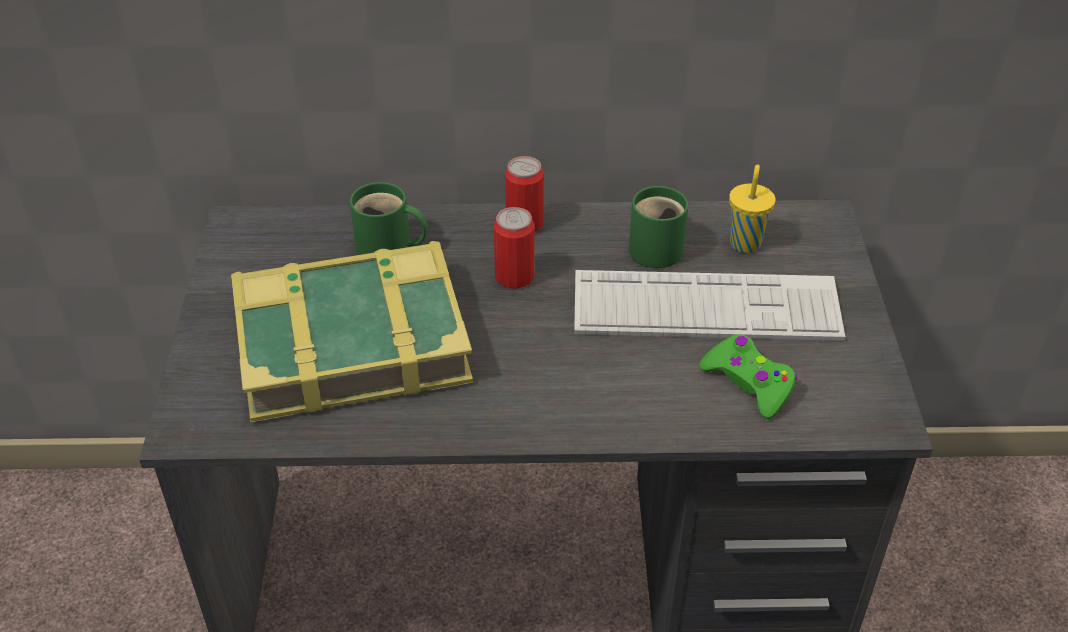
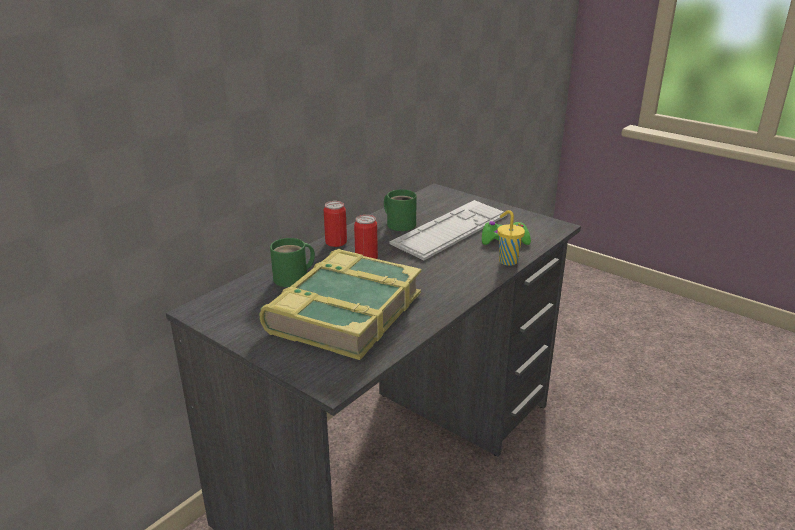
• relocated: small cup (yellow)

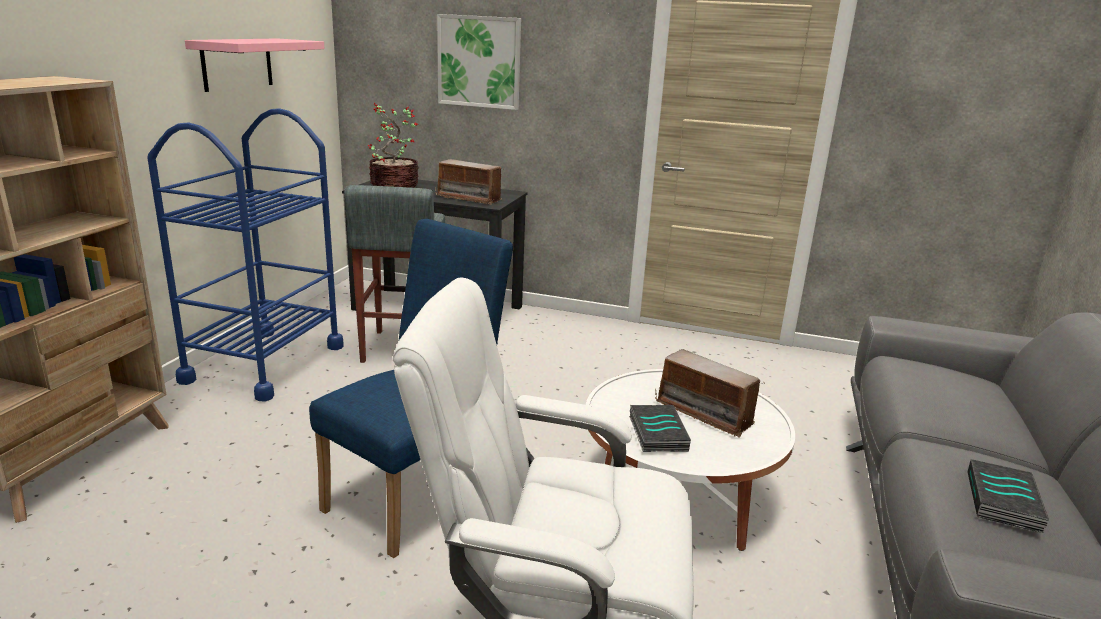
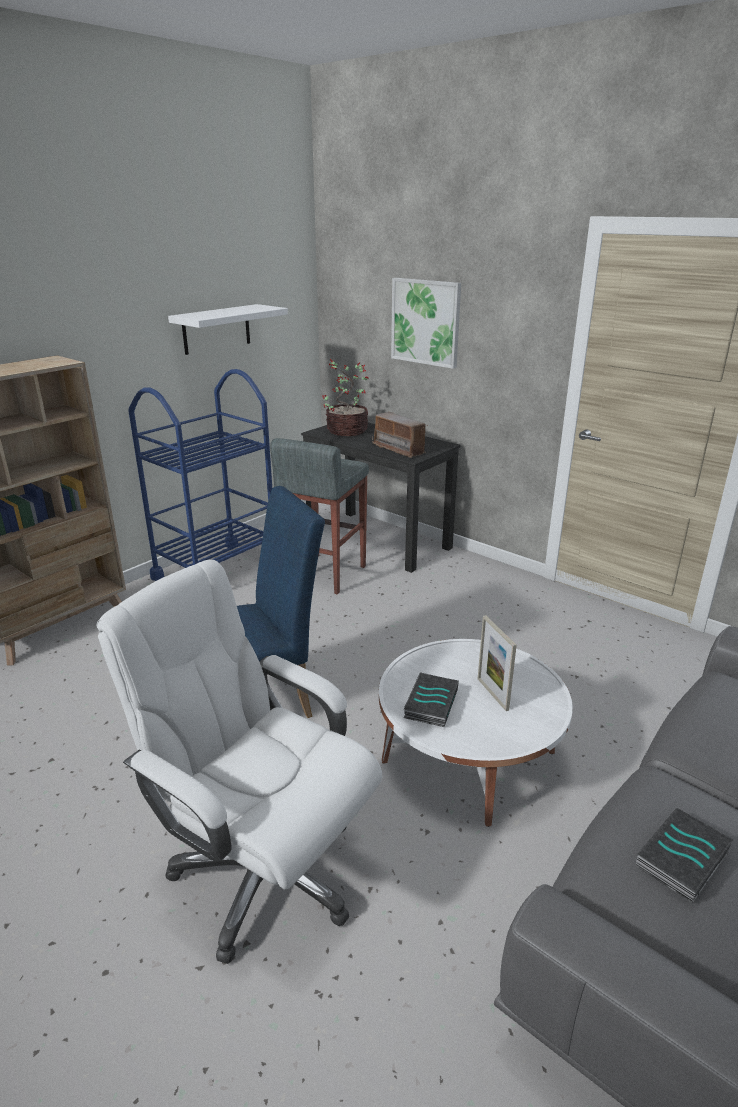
• colour: wall shelf (pink) to wall shelf (white)
• exchanged: radio set (no. 2 from left) to picture frame

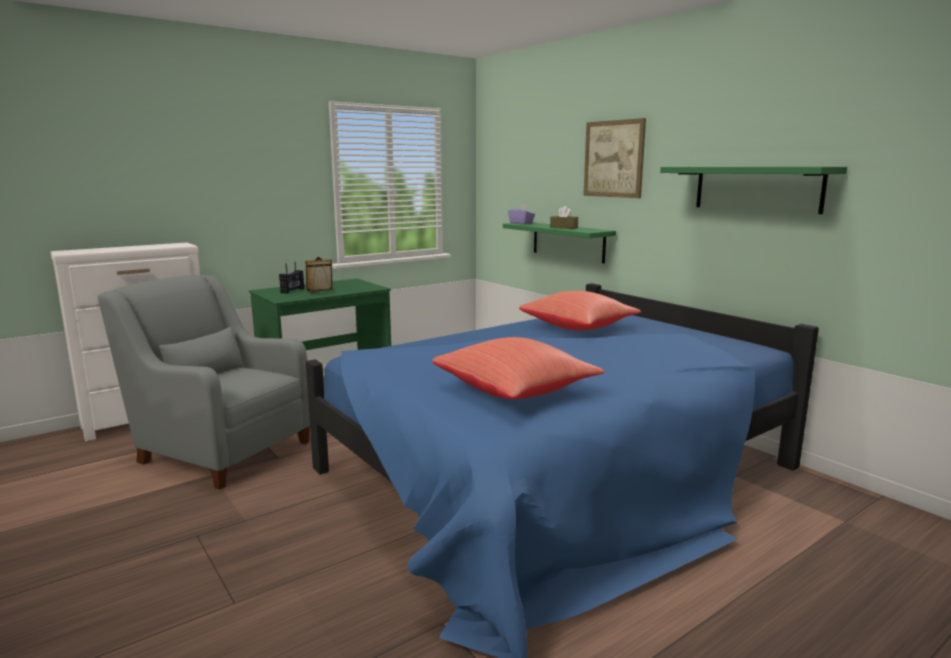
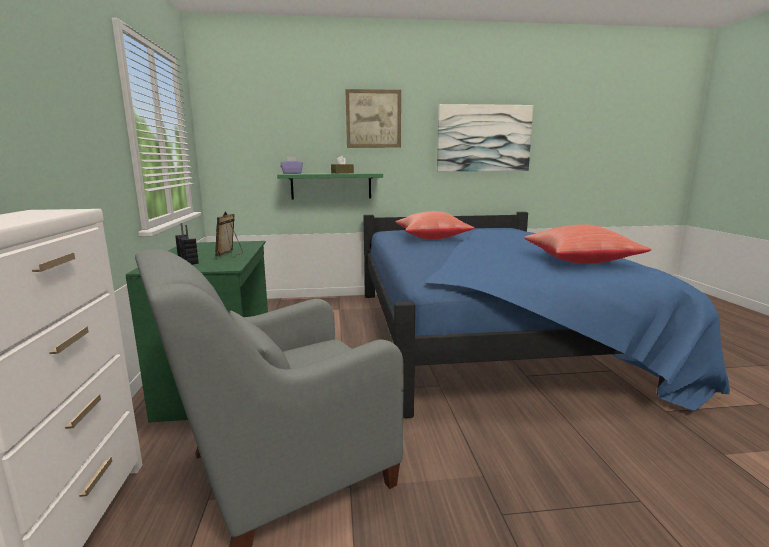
• exchanged: wall shelf (green-coloured) (no. 2 from left) to picture (no. 2 from left)

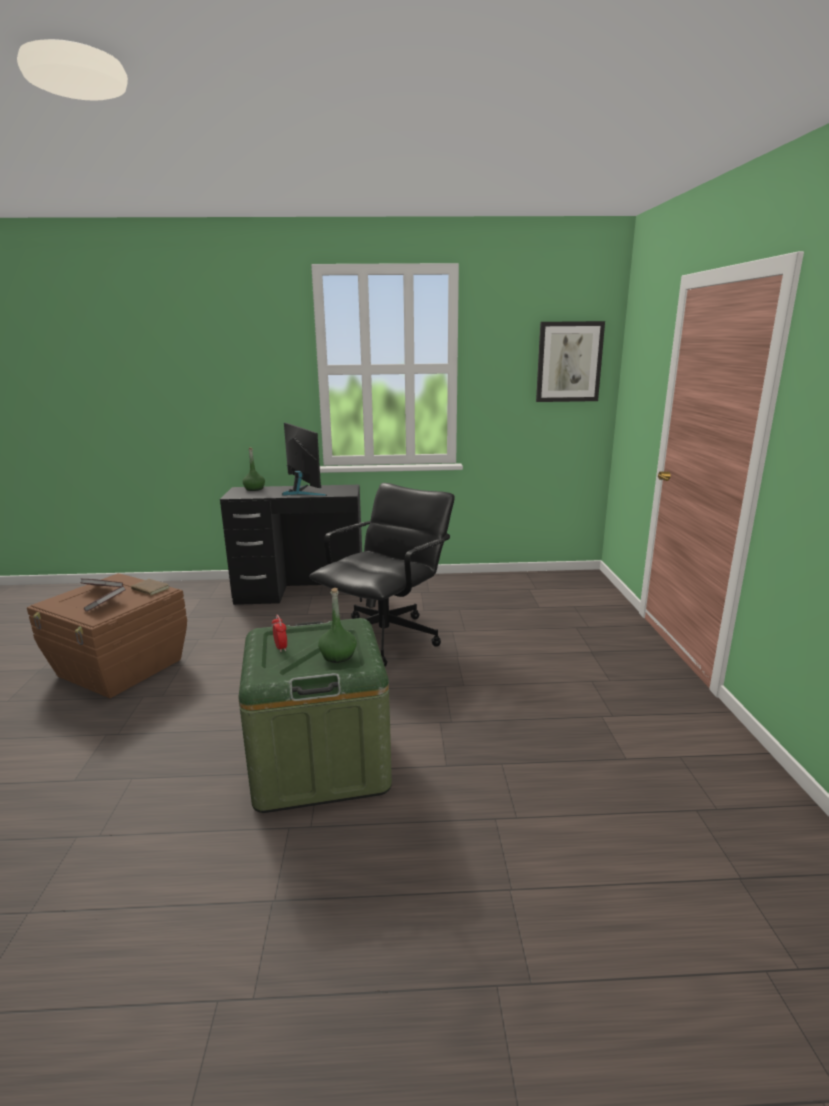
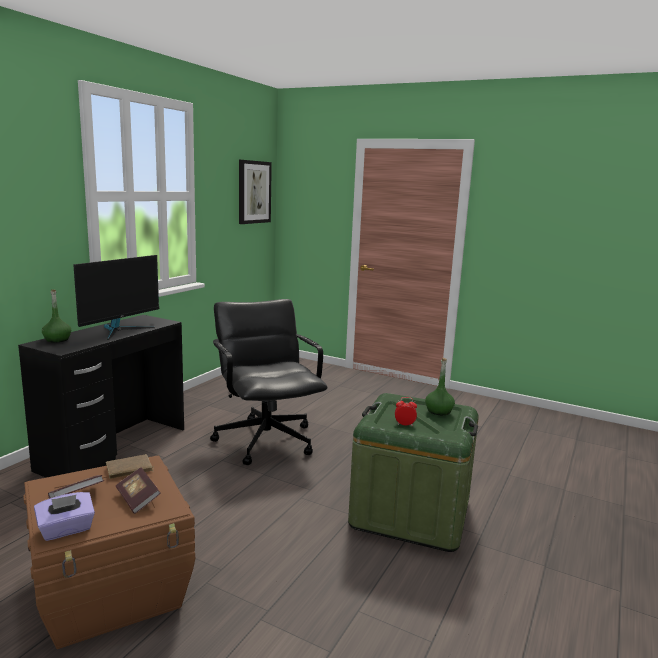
• appeared: tissue box (purple)
• spun: monitor 120 degrees clockwise

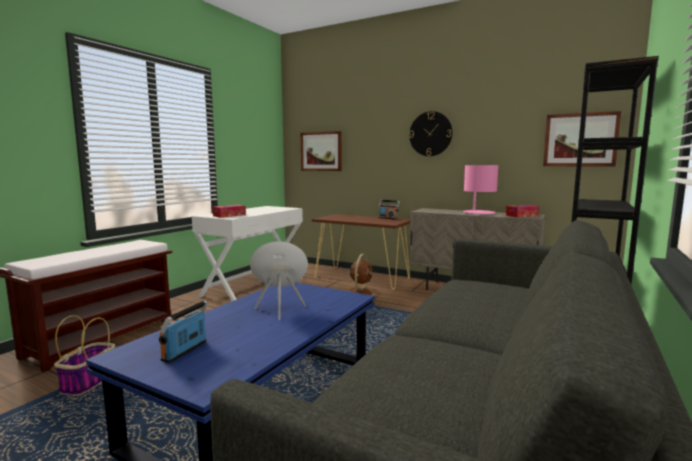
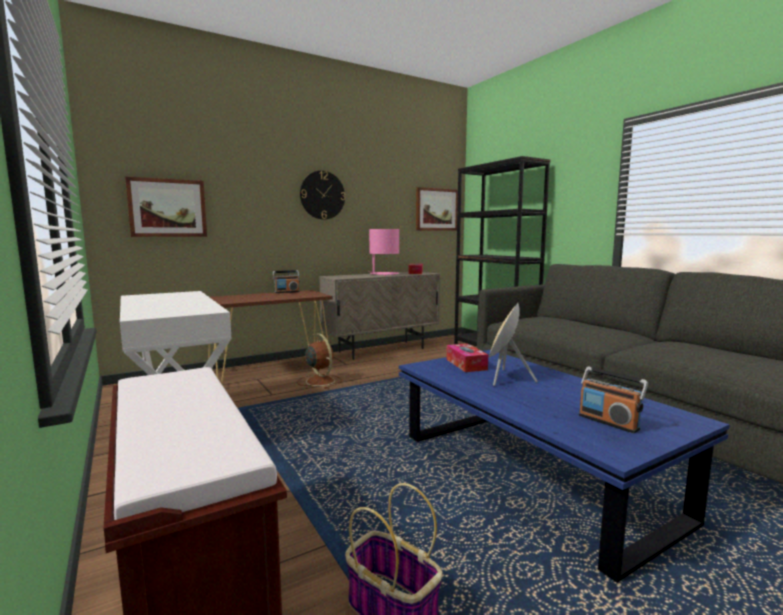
• relocated: tissue box (no. 1 from left in the first image) to tissue box (no. 2 from left)

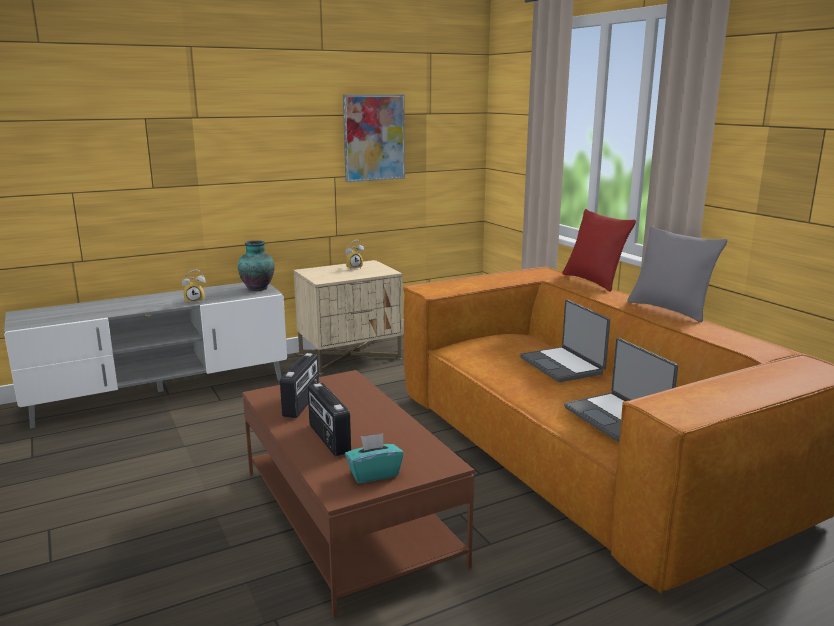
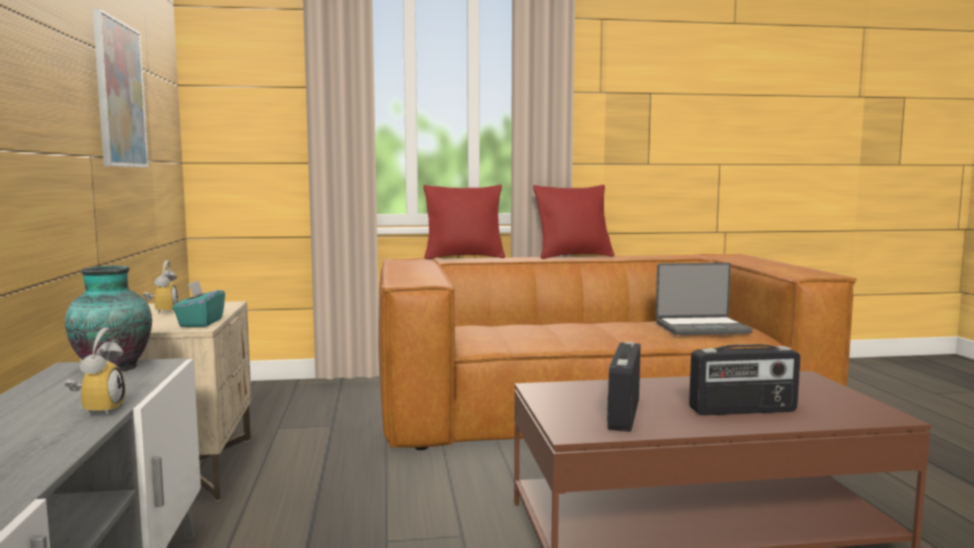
• relocated: tissue box (turquoise-coloured)
• colour: throw pillow (grey) to throw pillow (reddish) (no. 2 from left)
• spun: radio set (no. 1 from left) 105 degrees counterclockwise
• missing: portable computer (no. 1 from left)

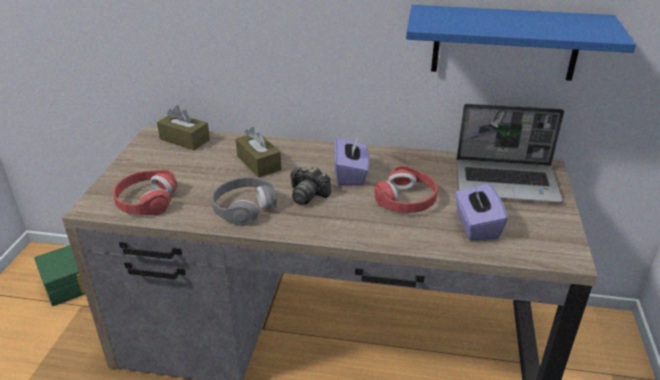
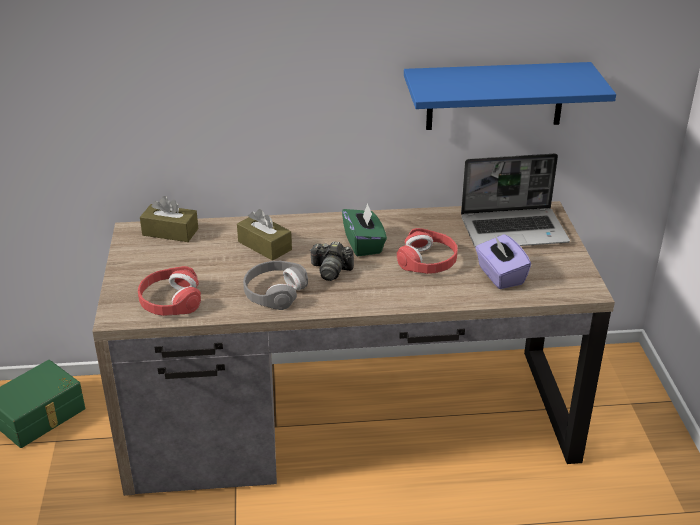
• colour: tissue box (purple) (no. 1 from left) to tissue box (green-coloured)

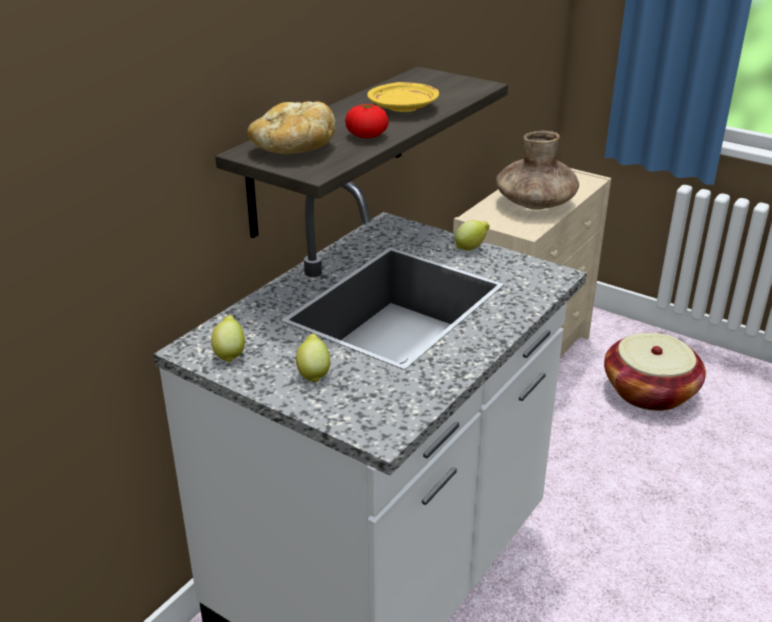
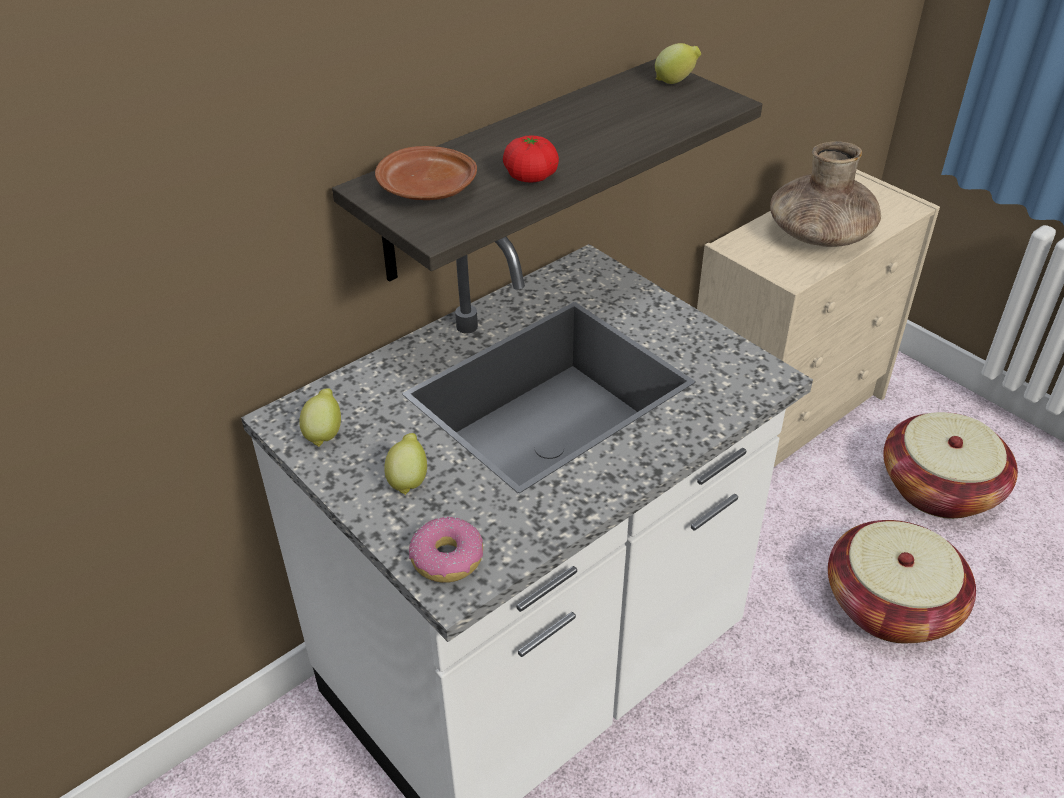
• exchanged: baked bread to flat dish (brownish)
• appeared: doughnut
• relocated: citrus fruit (no. 3 from left)
• appeared: household basket (no. 1 from left)
• missing: flat dish (yellow)

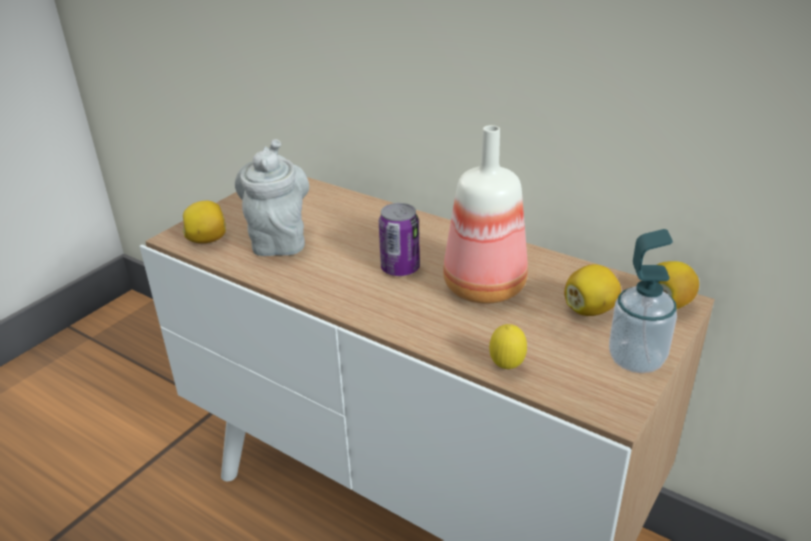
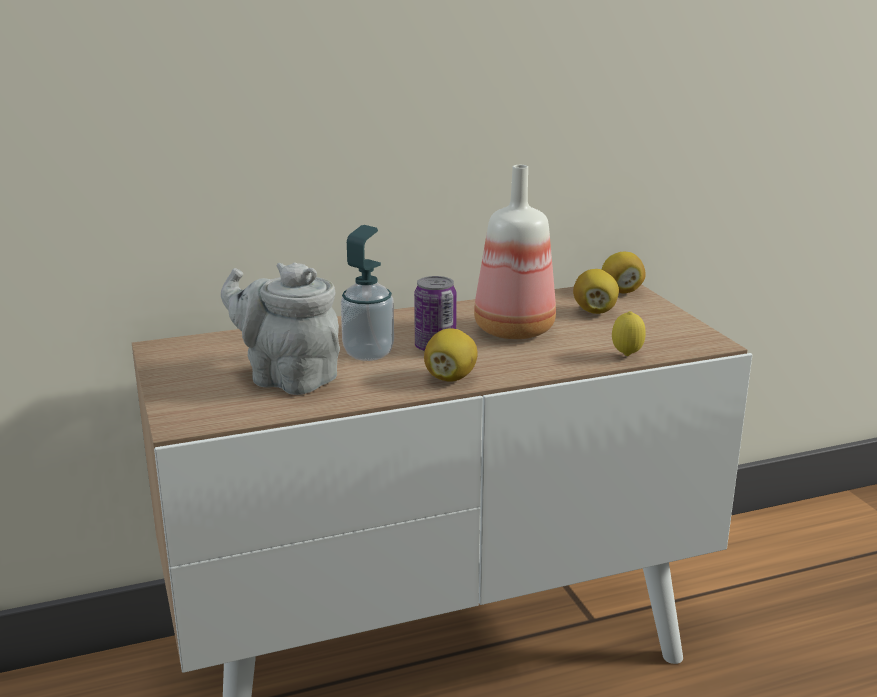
• relocated: soap dispenser
• relocated: citrus fruit (no. 1 from left)

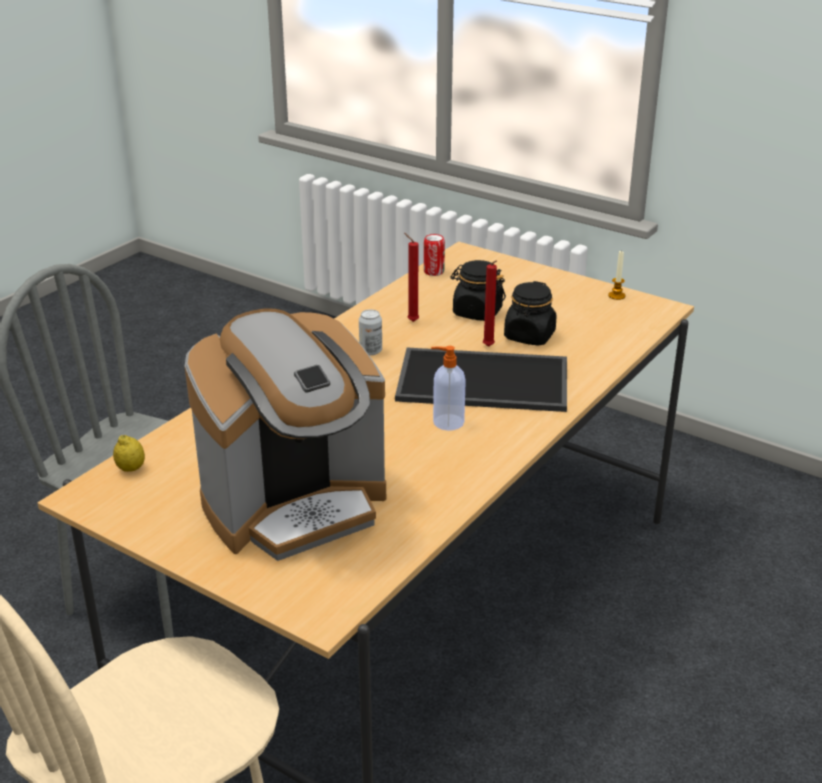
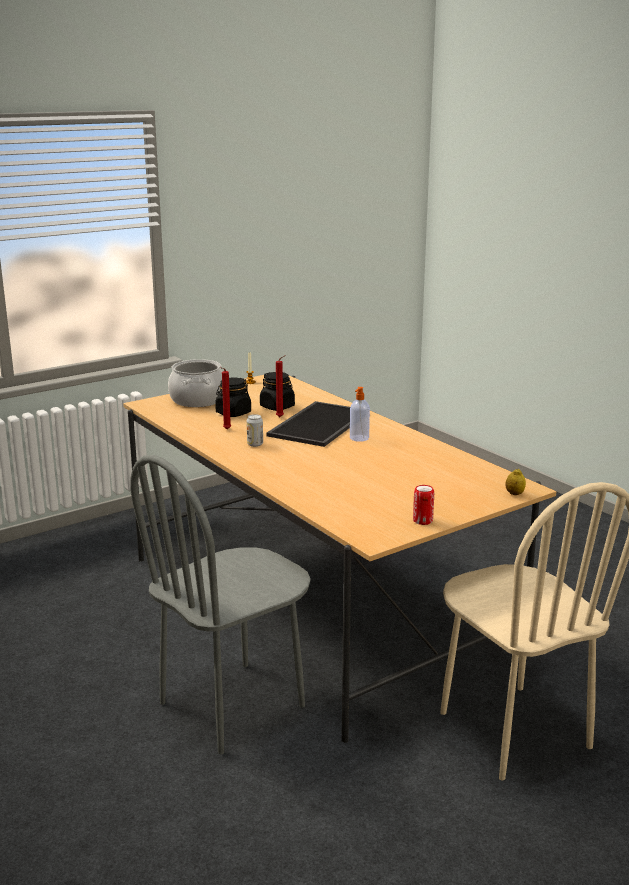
• appeared: saucepot
• relocated: can (no. 2 from left)
• relocated: citrus fruit
• missing: coffee brewer

